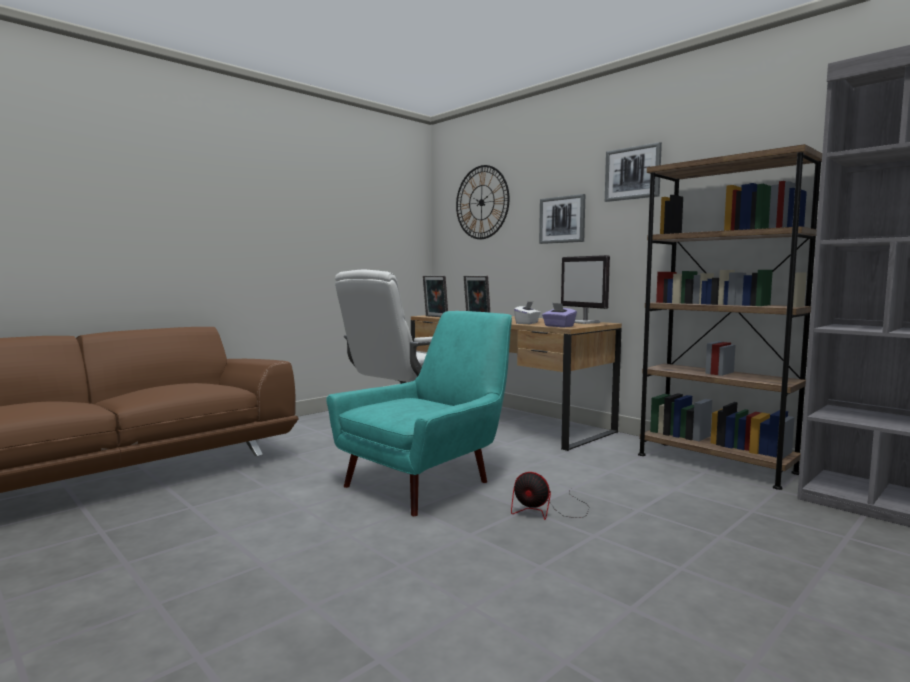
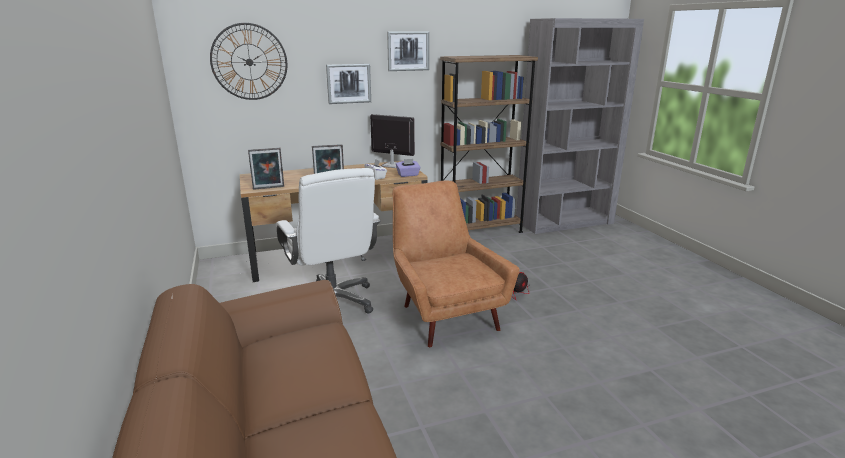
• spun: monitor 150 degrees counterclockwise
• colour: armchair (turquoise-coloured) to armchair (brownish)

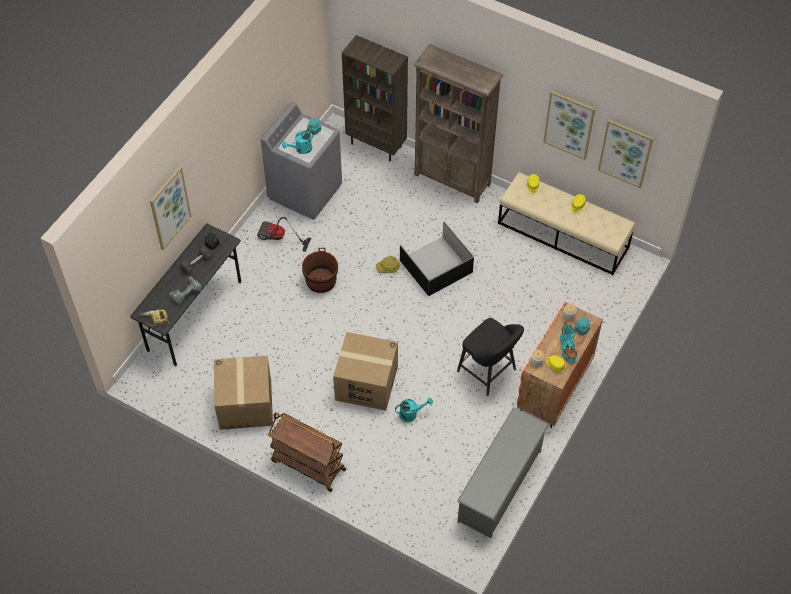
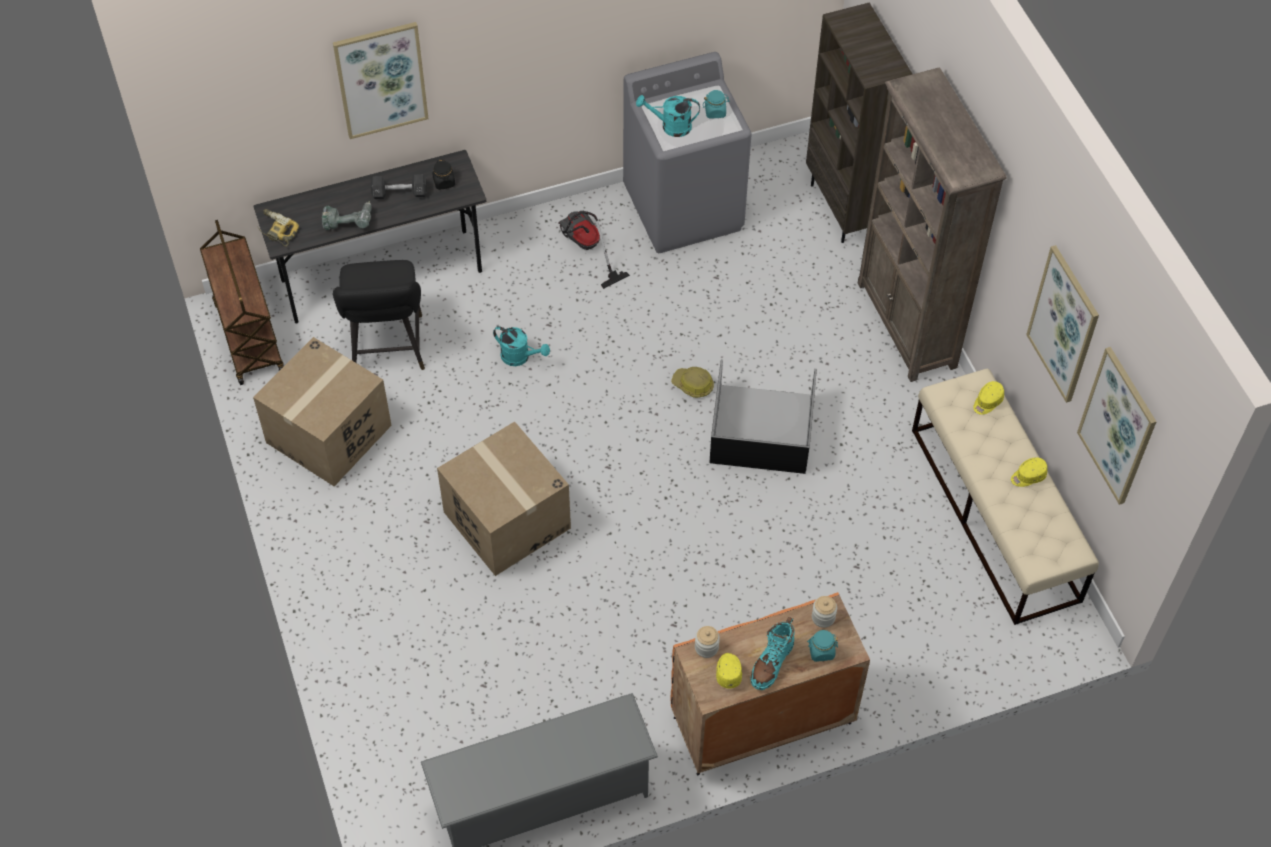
• relocated: wheeled cart (brownish)
• relocated: stool seat (blackish)
• relocated: watering pot (turquoise-coloured) (no. 2 from left in the first image) to watering pot (turquoise-coloured) (no. 1 from left)
• missing: bucket (brownish)

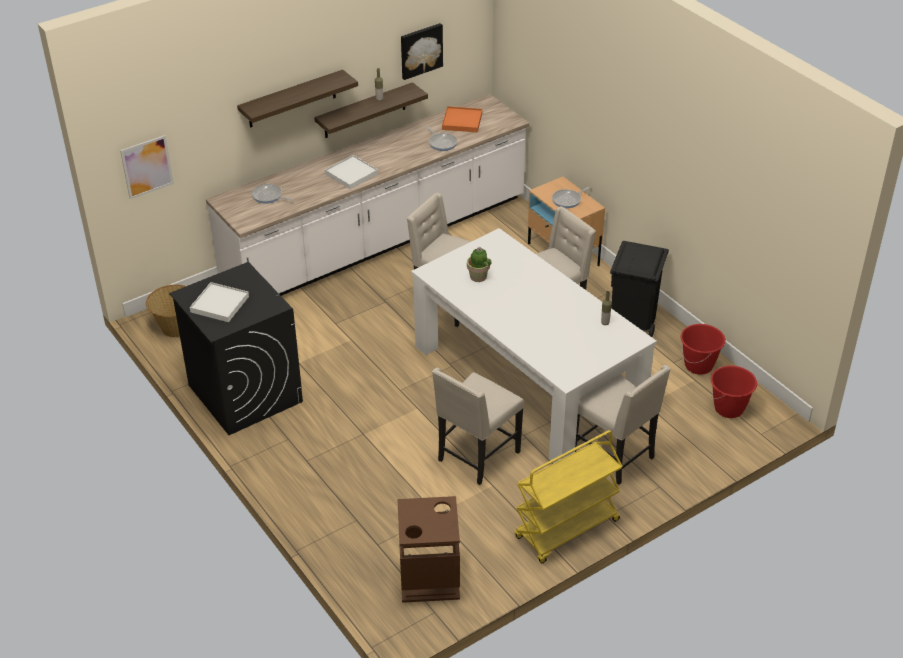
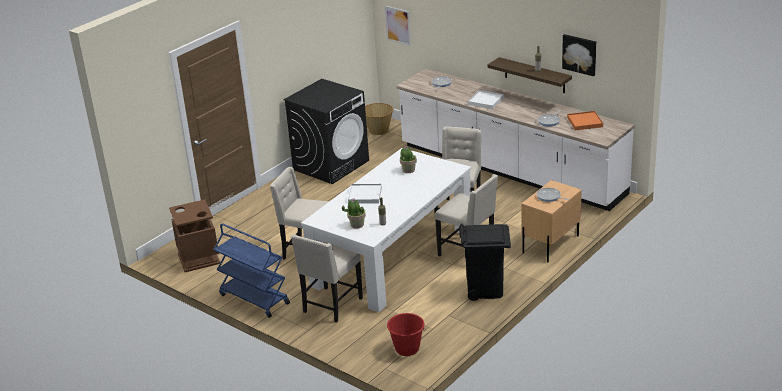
• colour: wheeled cart (yellow) to wheeled cart (bluish)
• appeared: potted plant (no. 1 from left)
• relocated: serving tray (white) (no. 1 from left)
• missing: wall shelf (no. 1 from left)
• missing: bucket (reddish) (no. 1 from left)

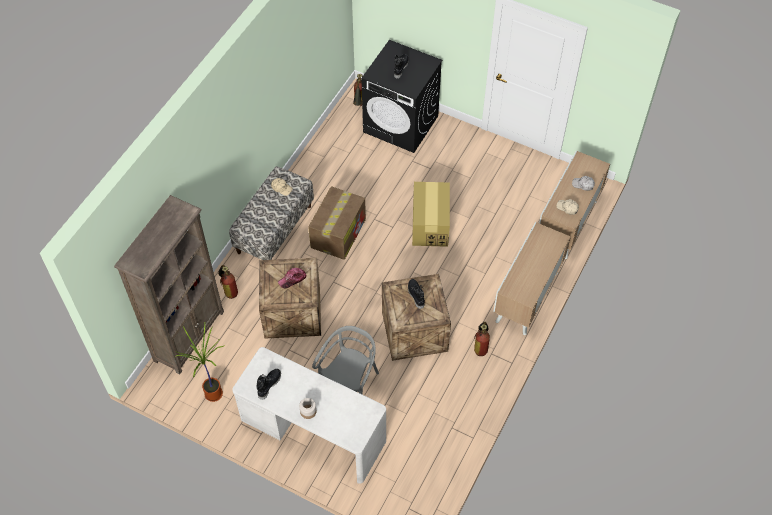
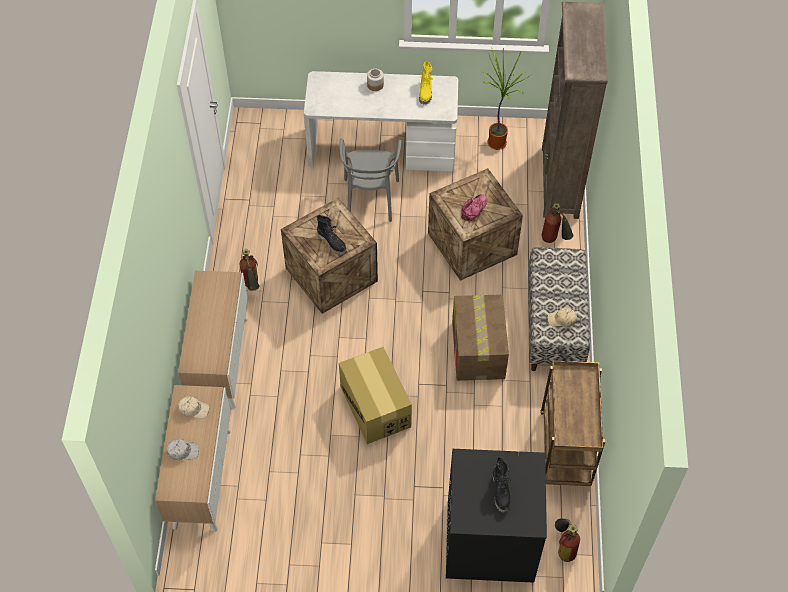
• colour: high-top boot (blackish) (no. 1 from left) to high-top boot (yellow)
• appeared: wheeled cart (brownish)

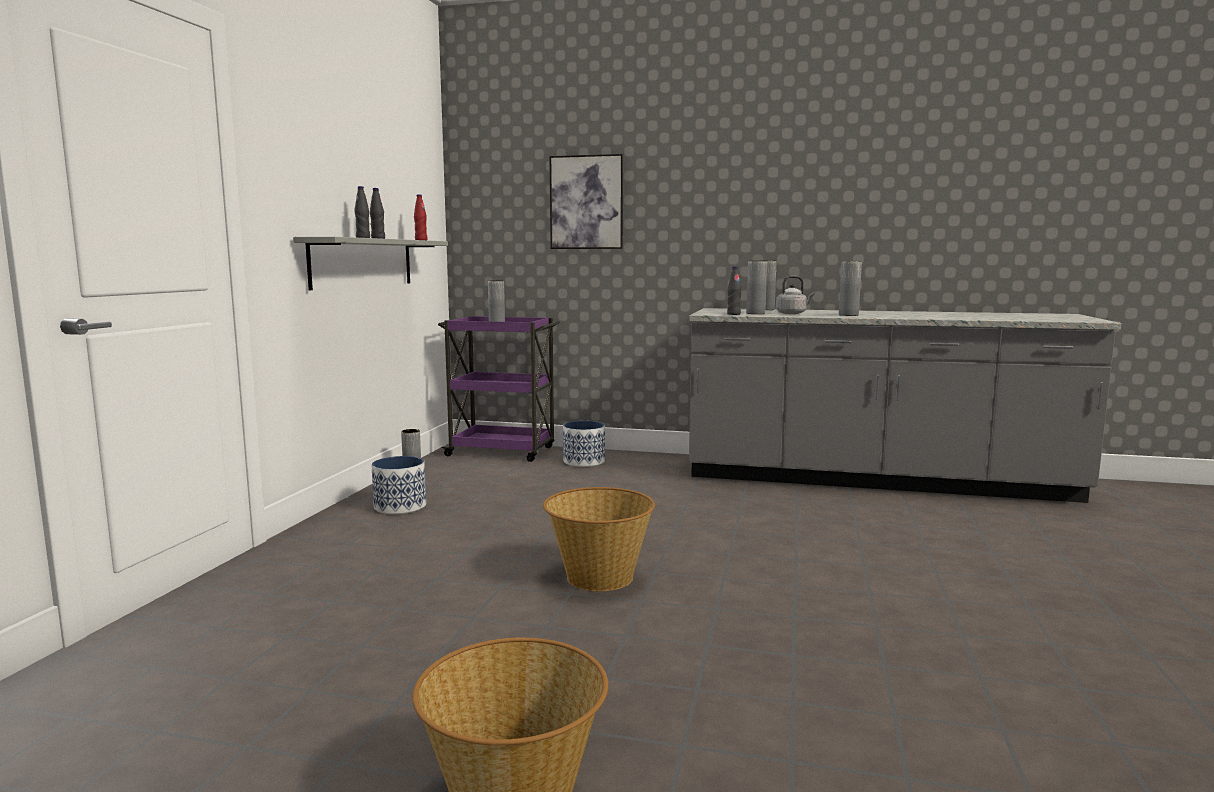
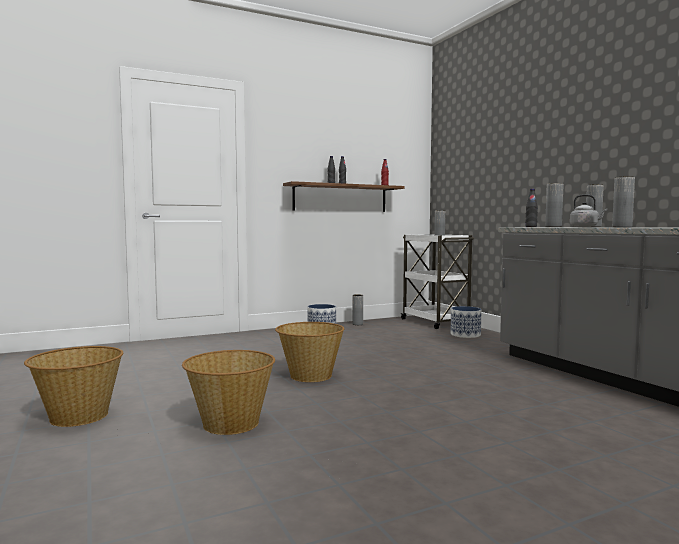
• appeared: household basket (no. 2 from left)
• colour: wall shelf (grey) to wall shelf (brownish)
• colour: wheeled cart (purple) to wheeled cart (white)
• missing: picture

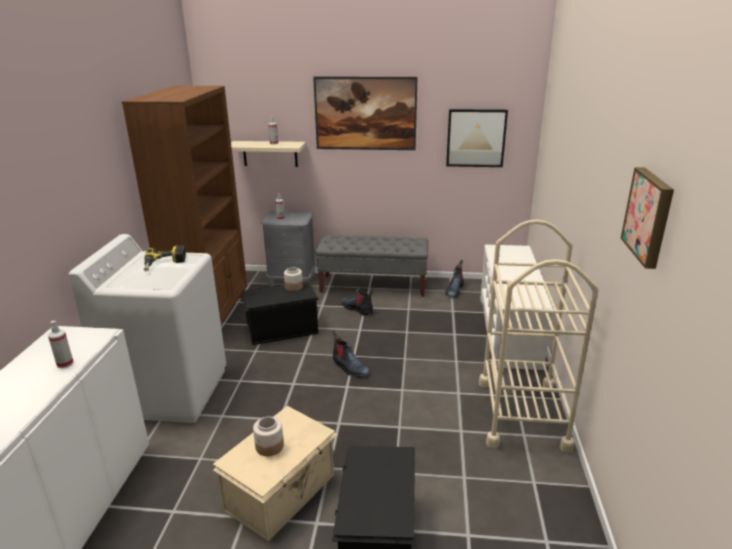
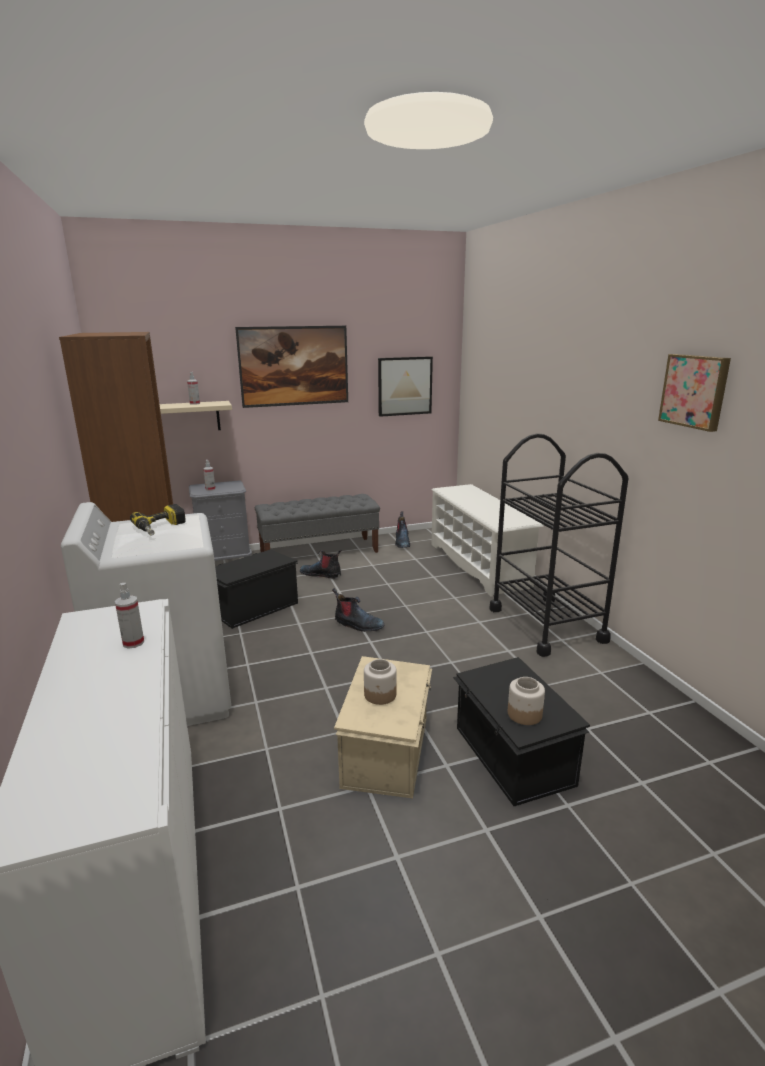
• colour: wheeled cart (beige) to wheeled cart (blackish)
• relocated: jar (no. 2 from left)

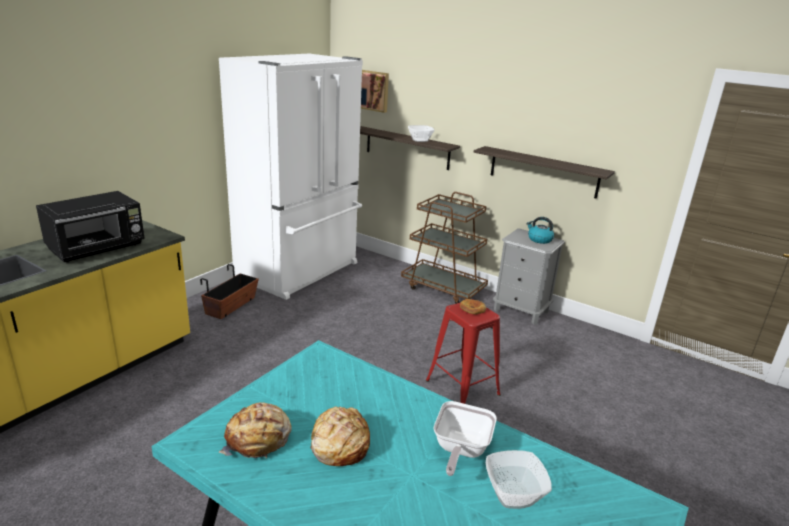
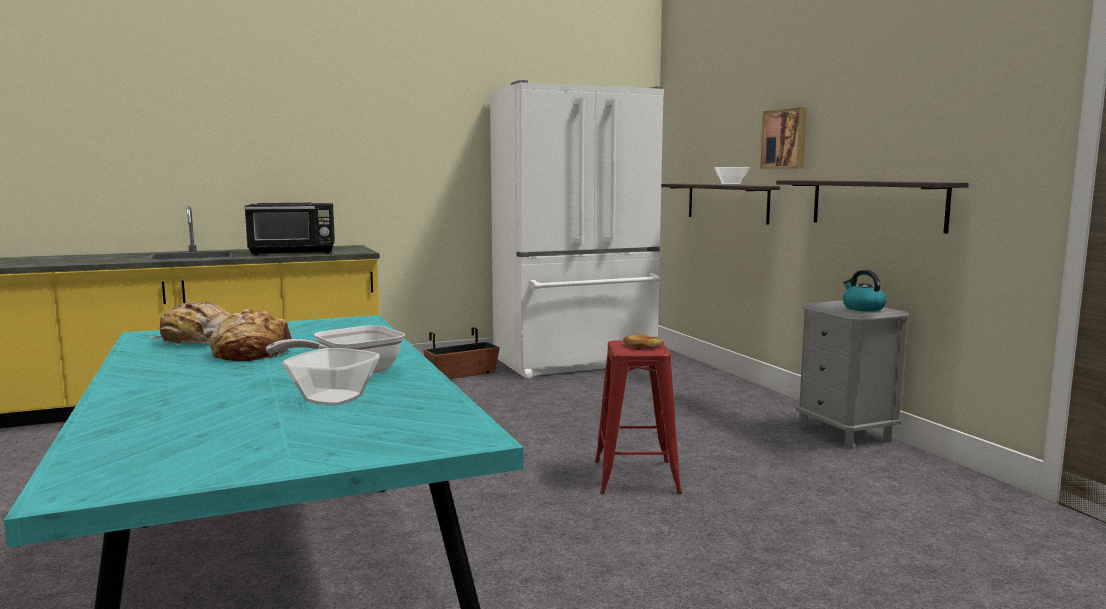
• relocated: picture
• missing: wheeled cart (brownish)

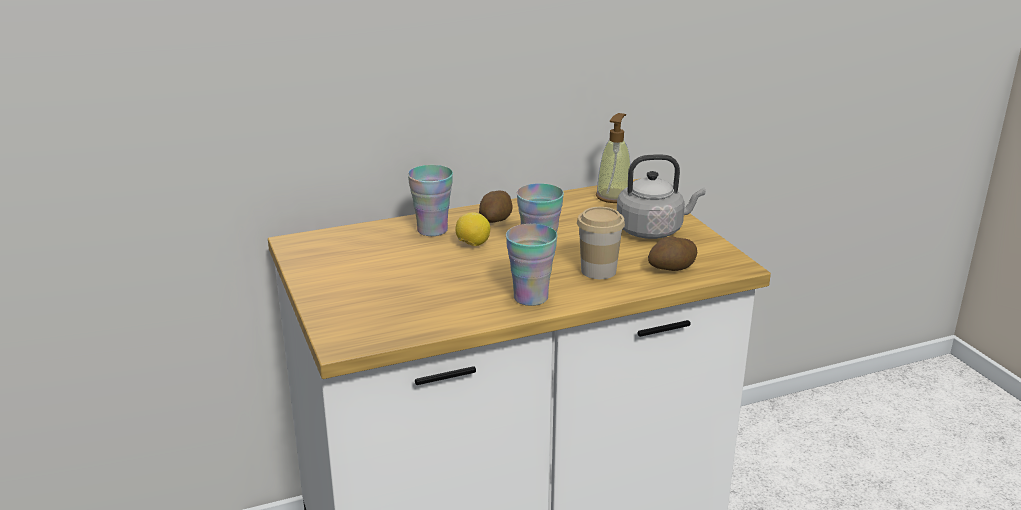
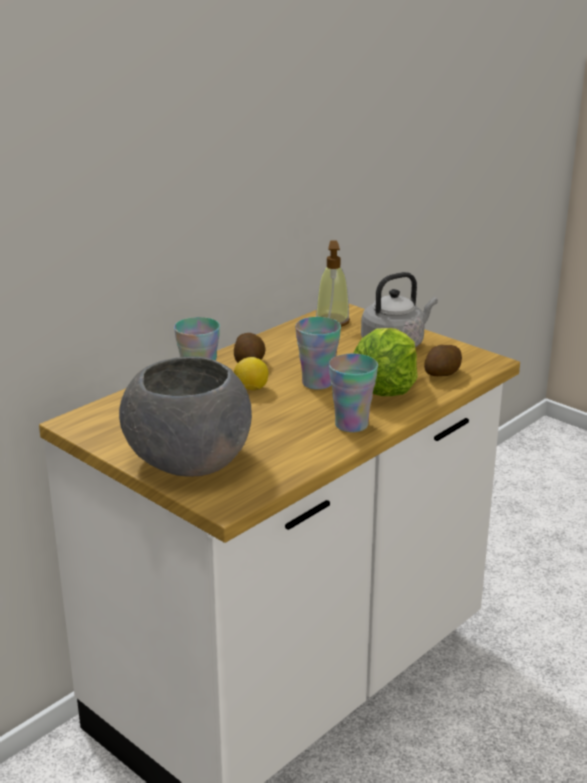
• appeared: deep dish (grey)
• exchanged: small cup (no. 4 from left) to head of lettuce

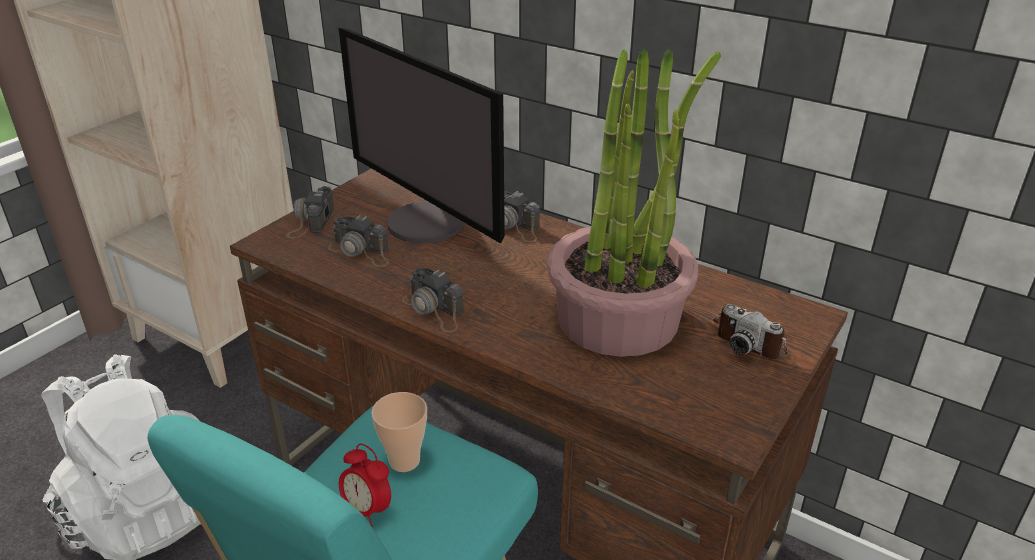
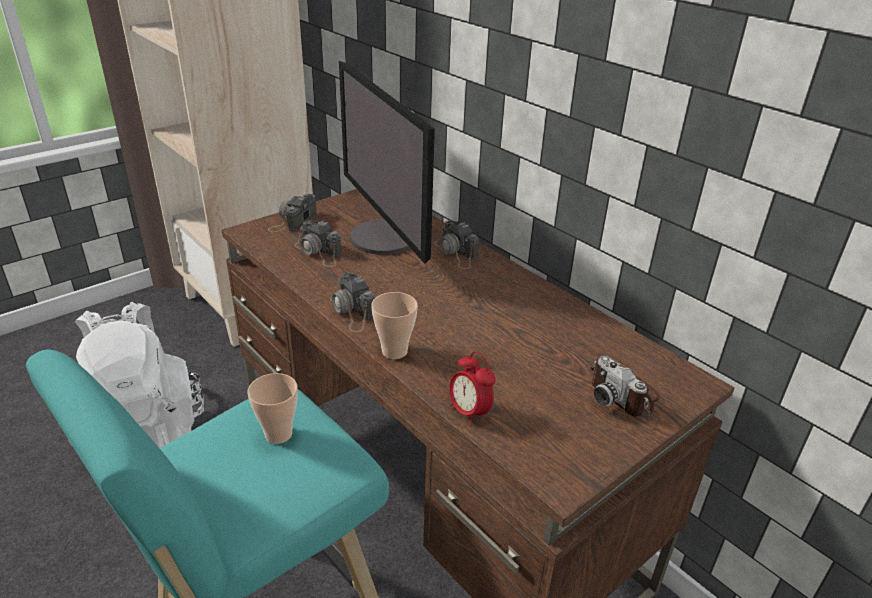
• appeared: small cup (no. 2 from left)
• relocated: bedside clock
• missing: potted plant

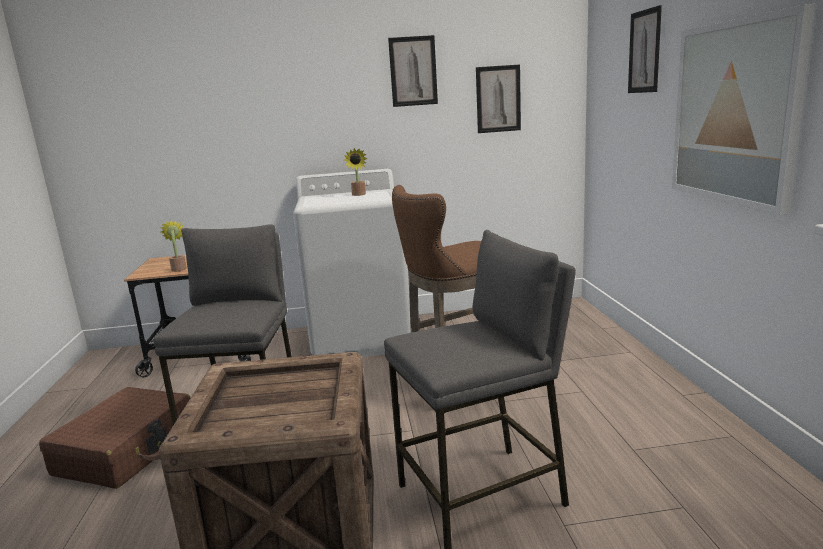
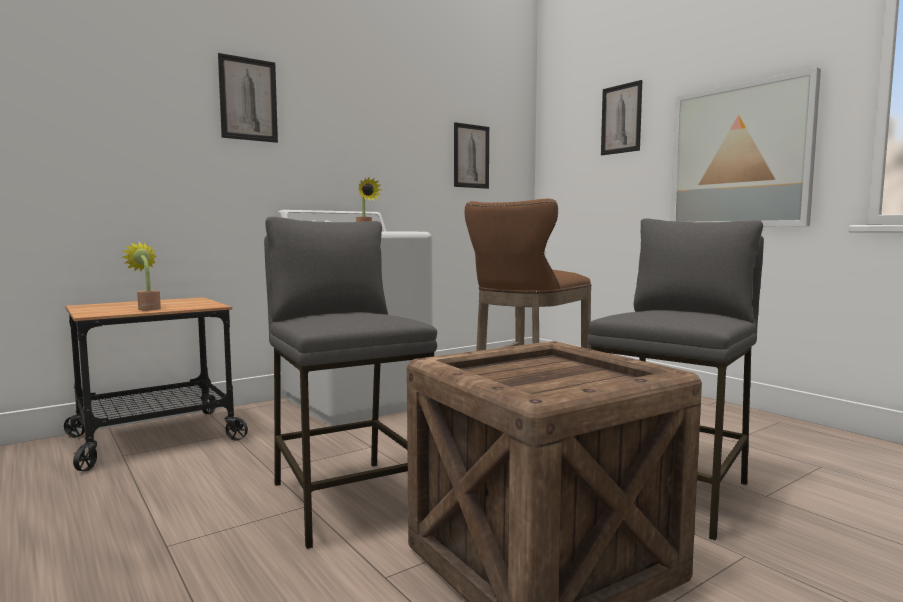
• relocated: picture (no. 1 from left)
• missing: suitcase (brownish)

